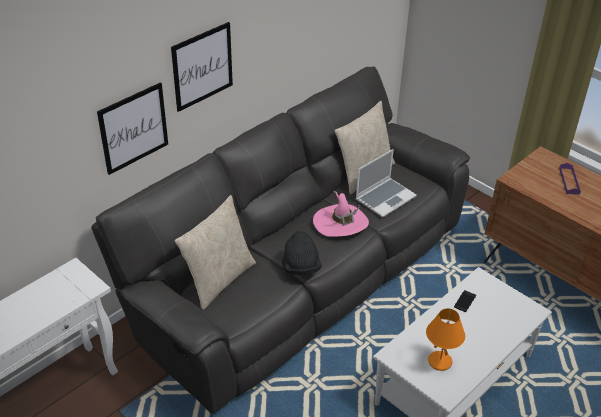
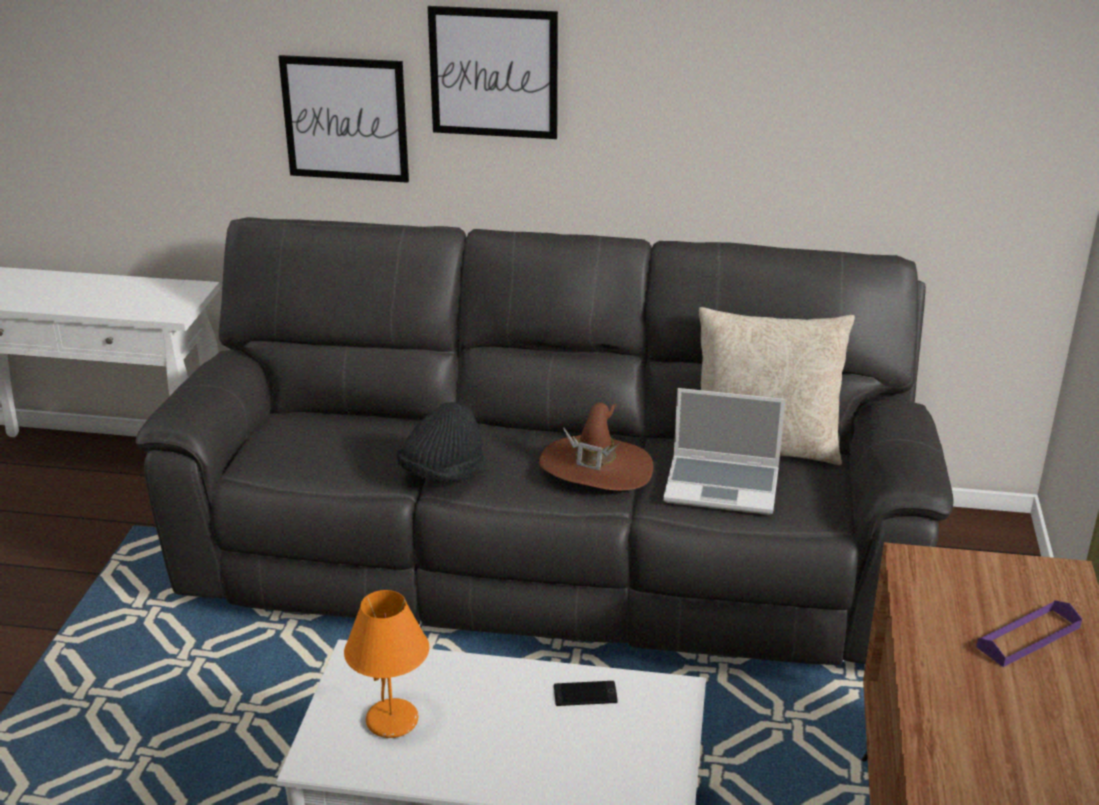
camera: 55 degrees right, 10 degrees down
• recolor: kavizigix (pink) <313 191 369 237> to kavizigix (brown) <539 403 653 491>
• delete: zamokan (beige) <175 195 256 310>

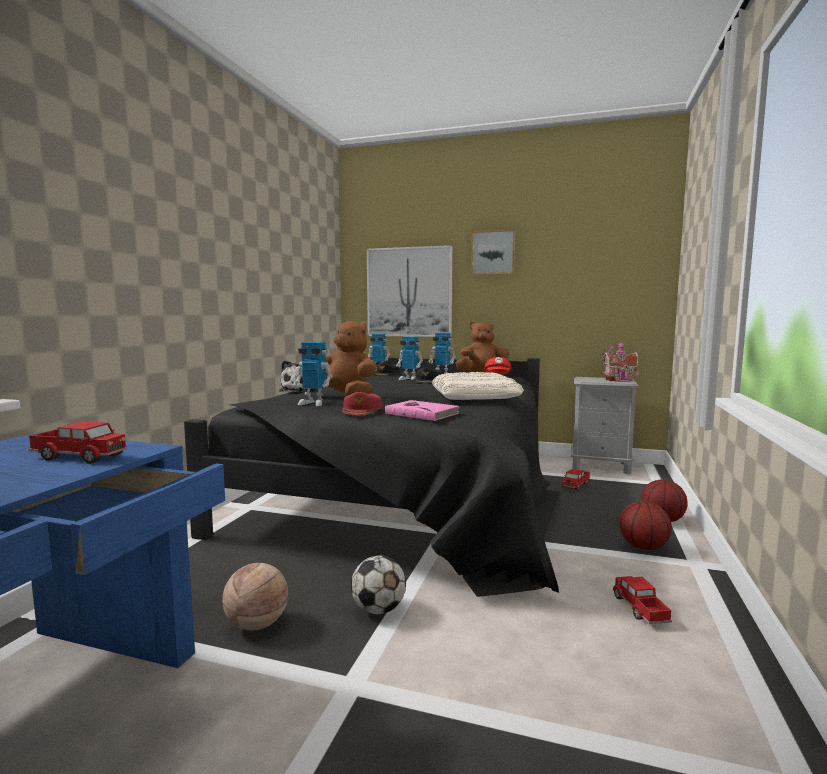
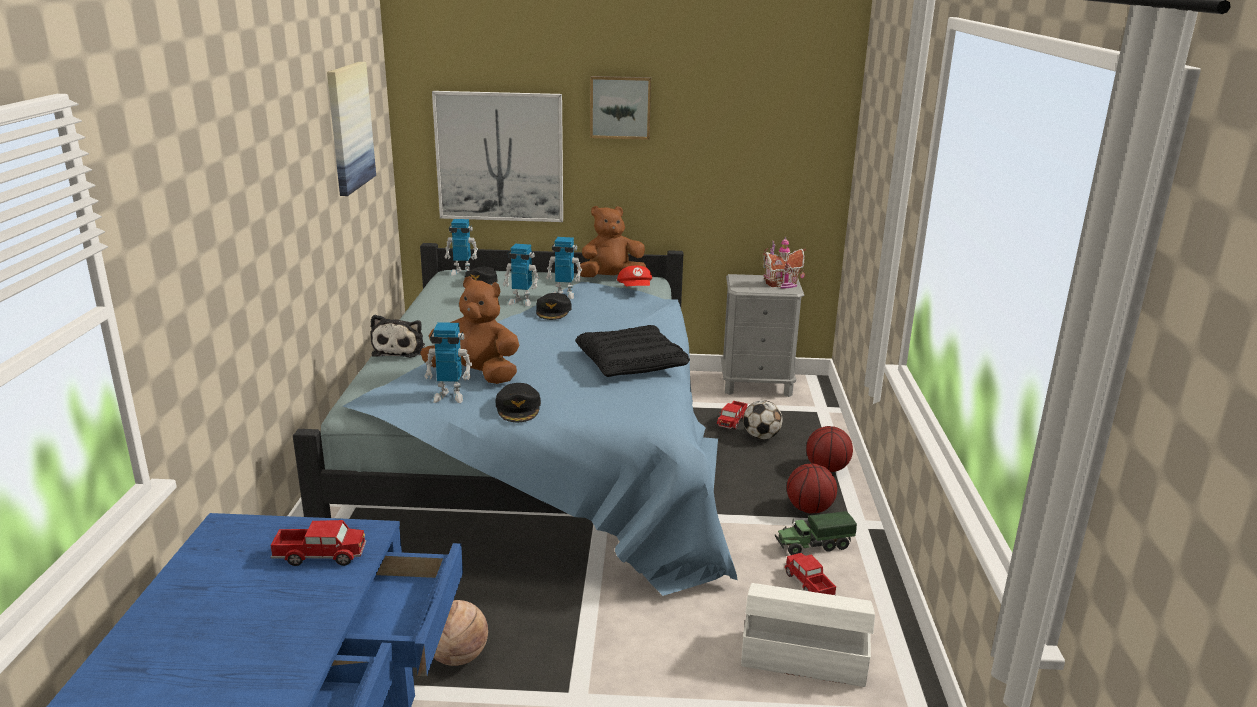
camera: 15 degrees left, 15 degrees up
• recolor: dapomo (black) <184 354 560 597> to dapomo (blue) <293 243 737 596>
• recolor: zamokan (beige) <431 372 524 400> to zamokan (black) <575 325 690 377>
• recolor: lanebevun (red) <342 392 383 415> to lanebevun (black) <496 383 541 422>
• delete: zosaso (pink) <385 400 460 421>
• move: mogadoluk <351 556 406 614> to <743 400 783 440>
• insert: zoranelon <327 62 376 196>
• insert: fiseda <775 511 857 555>
• insert: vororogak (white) <741 583 875 687>

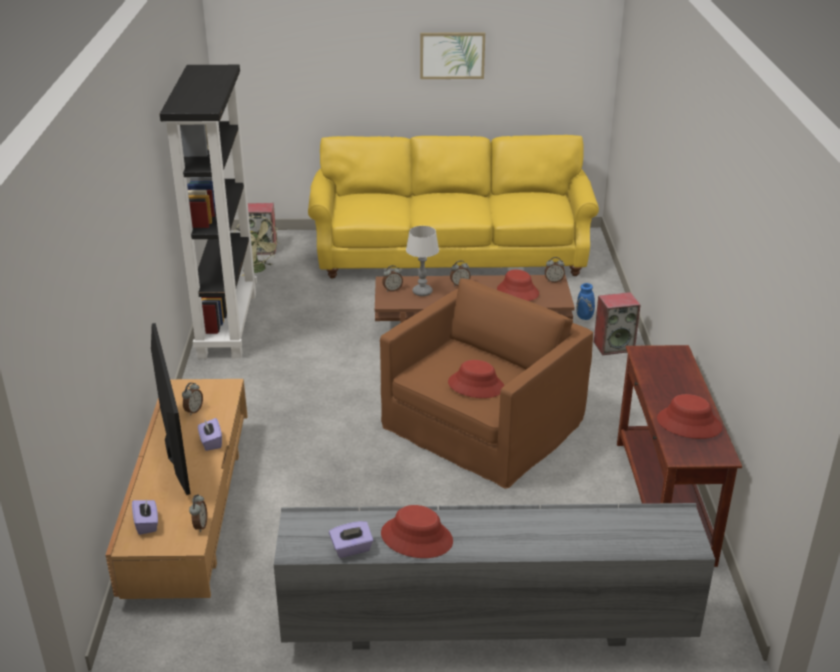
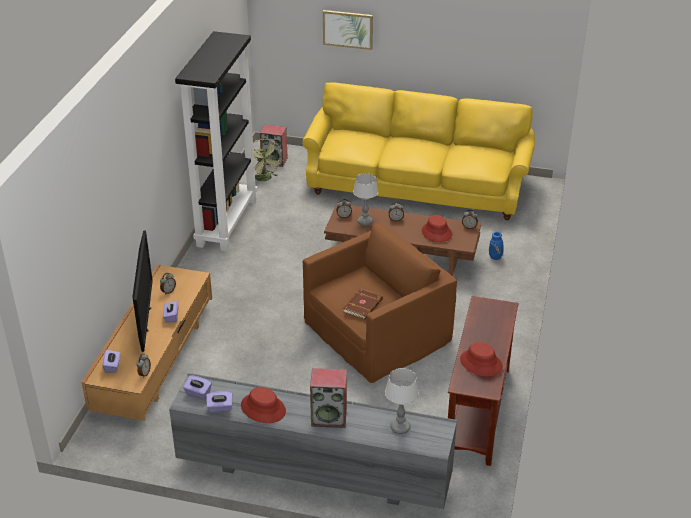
camera: 15 degrees right, 5 degrees up
• move: zoranelon <420 32 485 79> to <323 10 373 50>
• move: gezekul <594 292 641 355> to <310 368 347 428>
• replace: kavizigix (red) <448 360 504 398> to zosaso (brown) <343 288 383 320>
• insert: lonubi <385 368 419 434>
• insert: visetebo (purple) <183 376 212 399>

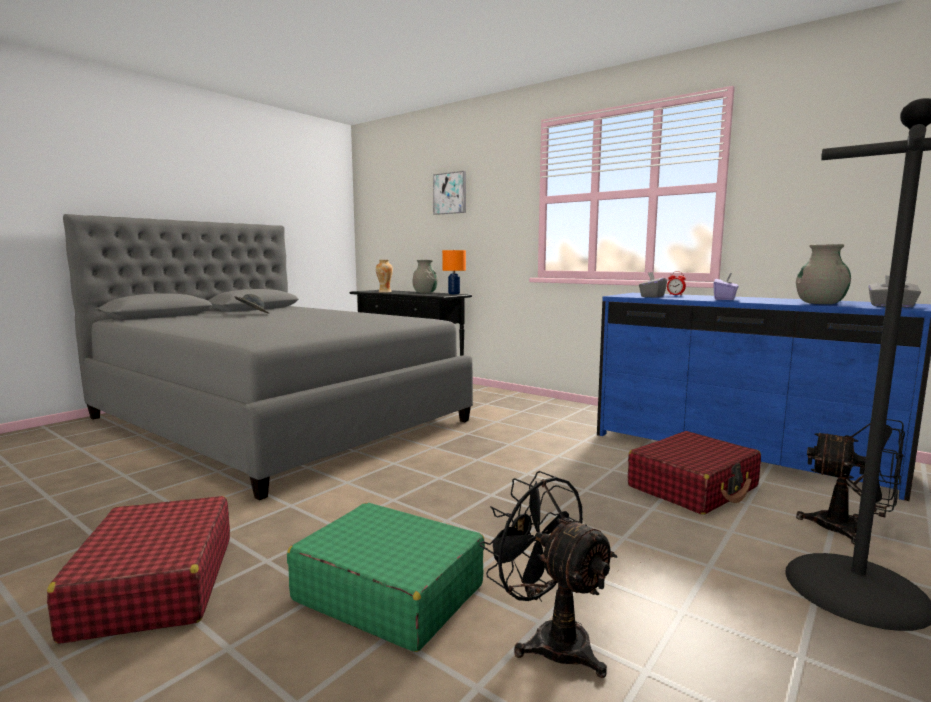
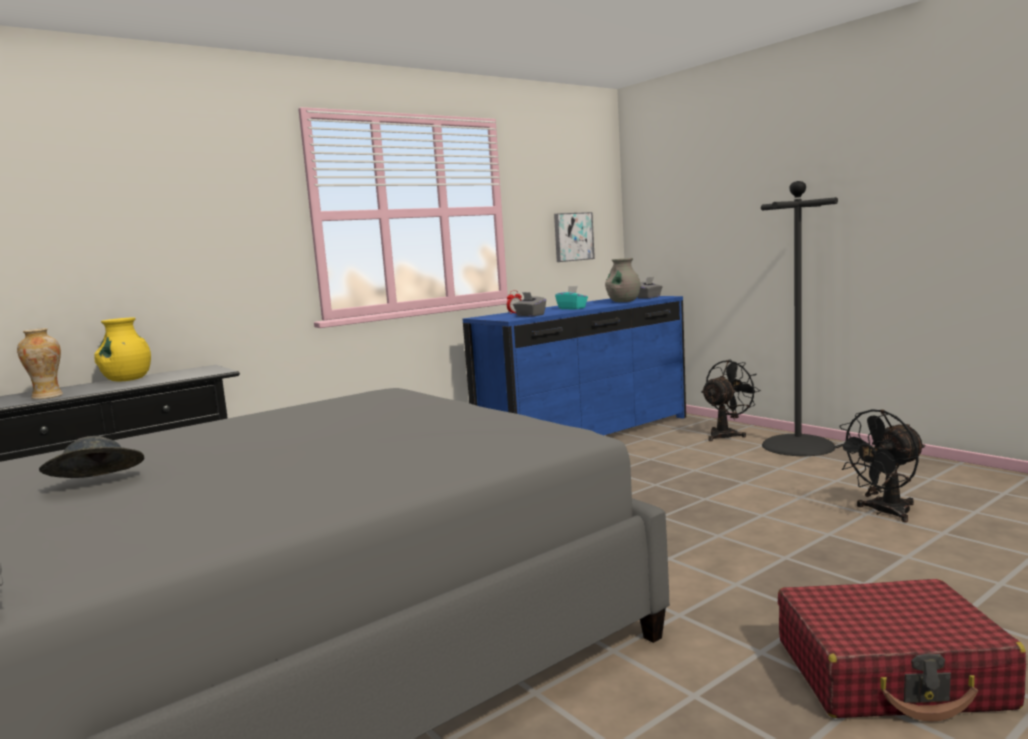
camera: 75 degrees left, 0 degrees up
• move: zoranelon <433 171 466 215> to <554 212 595 262>
• delete: lonubi (orange) <442 250 466 294>
• recolor: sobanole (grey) <412 260 438 293> to sobanole (yellow) <94 317 151 382>
• recolor: visetebo (purple) <714 273 739 300> to visetebo (turquoise) <555 286 588 310>
• delete: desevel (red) <628 431 761 515>
• delete: desevel (green) <287 503 485 652>

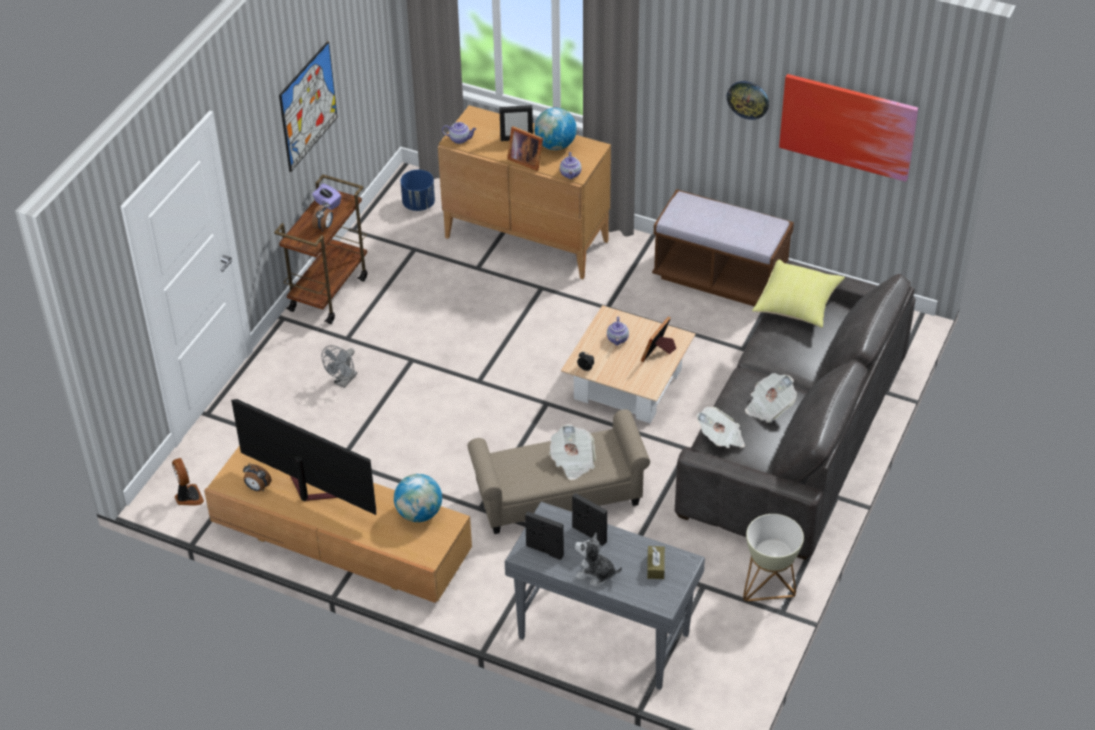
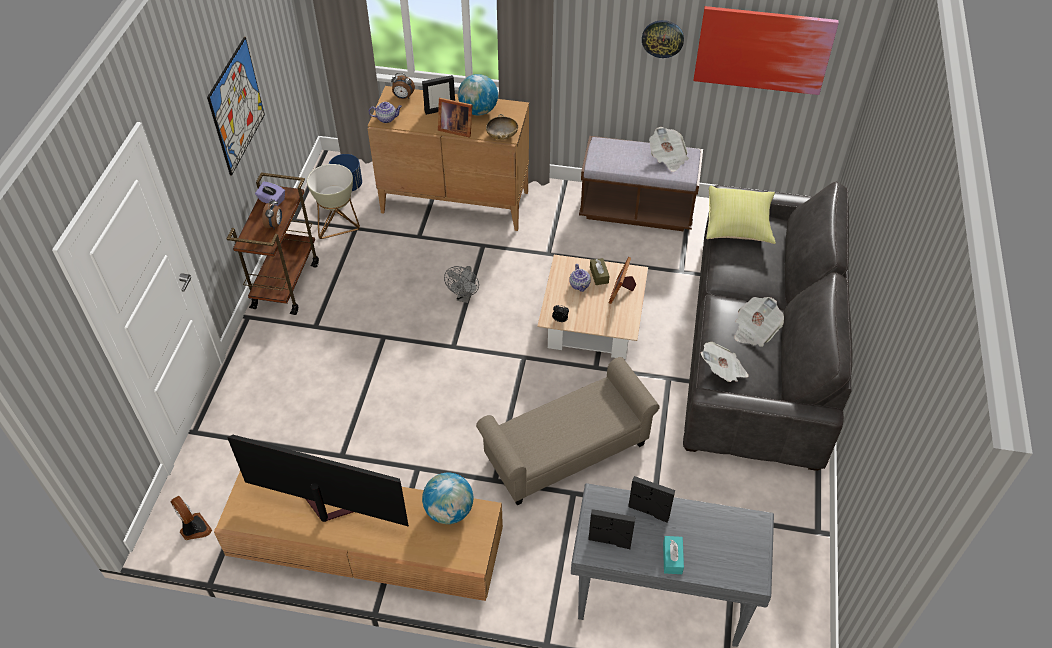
camera: 15 degrees left, 5 degrees up
• replace: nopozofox <560 152 582 179> to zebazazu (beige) <486 114 518 140>
• move: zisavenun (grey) <321 345 357 388> to <444 266 479 303>
• move: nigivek <549 424 596 480> to <649 127 689 172>
• move: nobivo <243 464 271 491> to <391 73 415 99>
• move: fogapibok <743 514 804 601> to <307 164 360 239>
• replace: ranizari <575 533 622 586> to visetebo (turquoise) <663 536 684 574>
• move: visetebo (brown) <647 546 665 579> to <590 258 609 285>

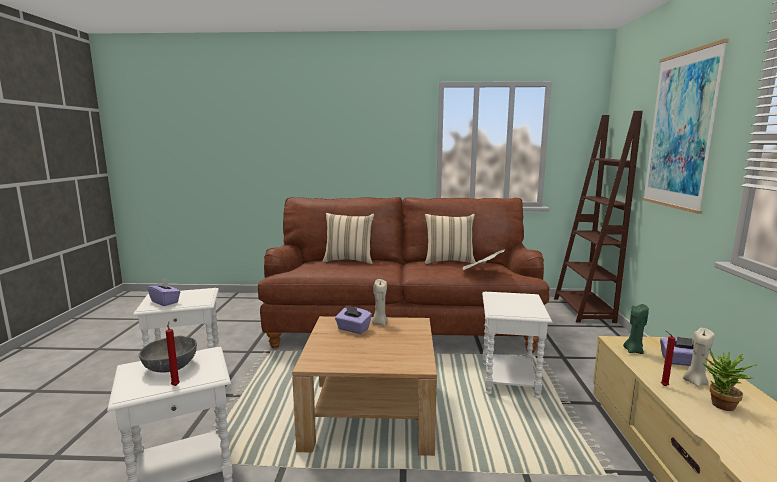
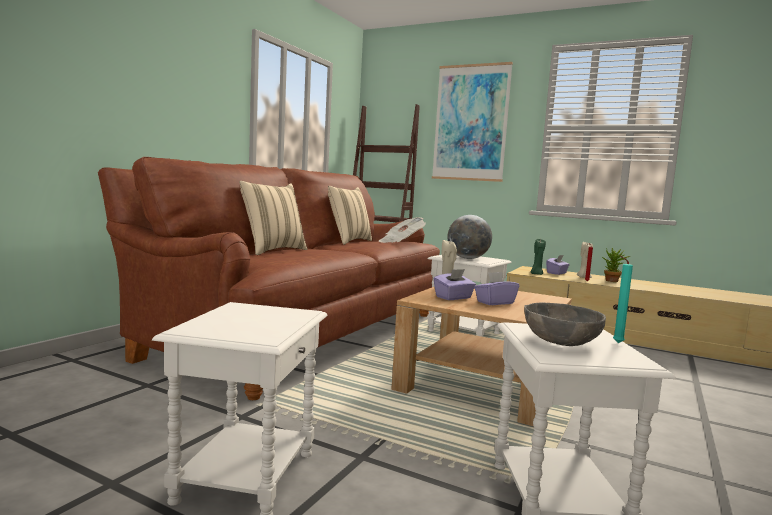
camera: 65 degrees left, 5 degrees down
• move: visetebo (purple) <147 278 180 306> to <474 272 519 305>
• recolor: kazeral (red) <166 322 180 386> to kazeral (turquoise) <613 255 633 343>
• insert: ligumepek <447 215 492 259>

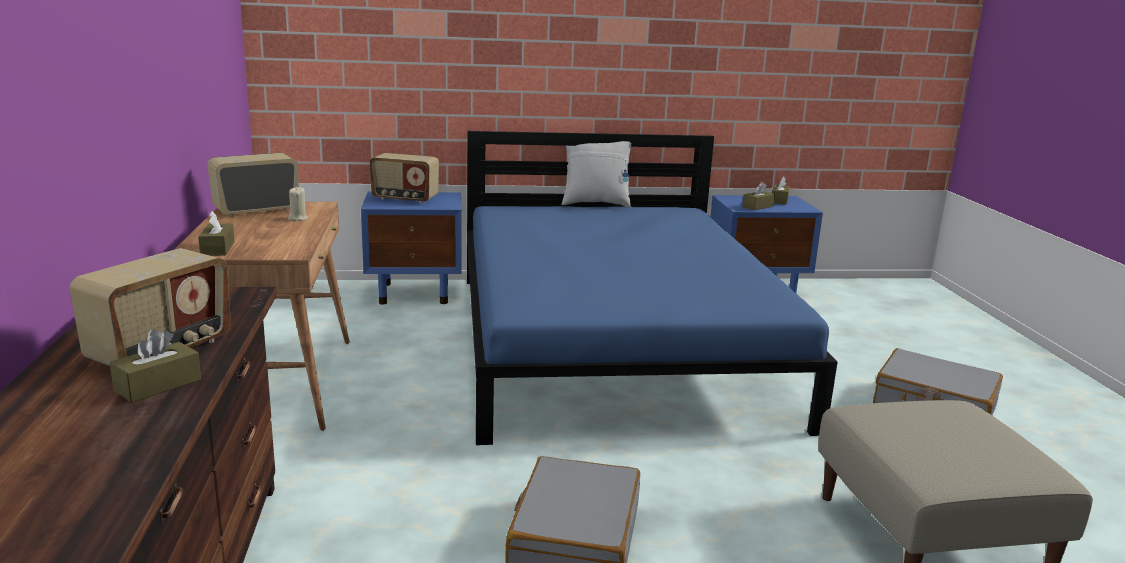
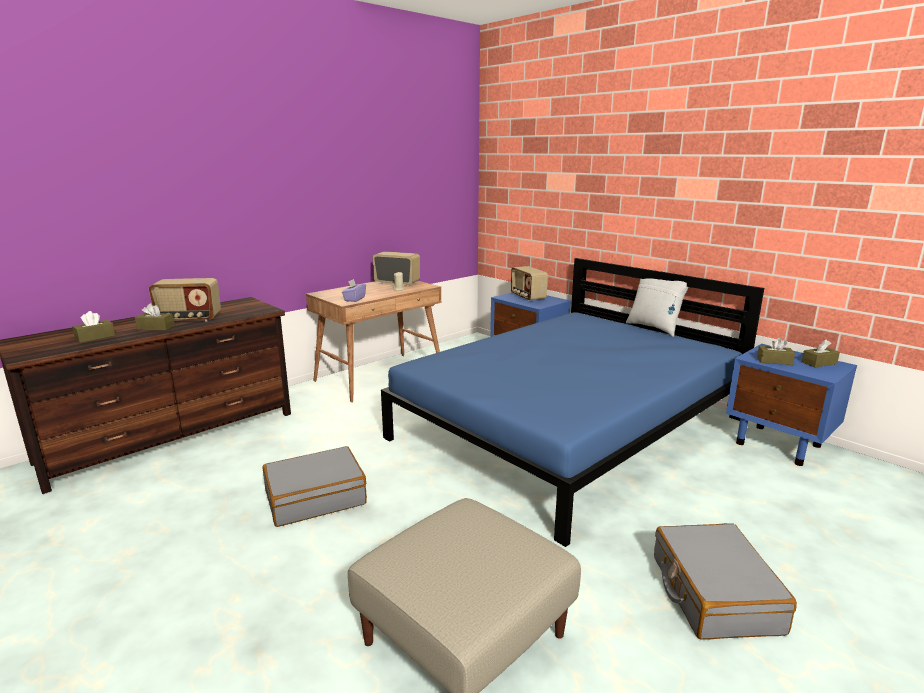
camera: 55 degrees right, 0 degrees up
• move: visetebo (brown) <198 211 235 256> to <72 311 115 343>
• insert: visetebo (purple) <342 279 366 302>

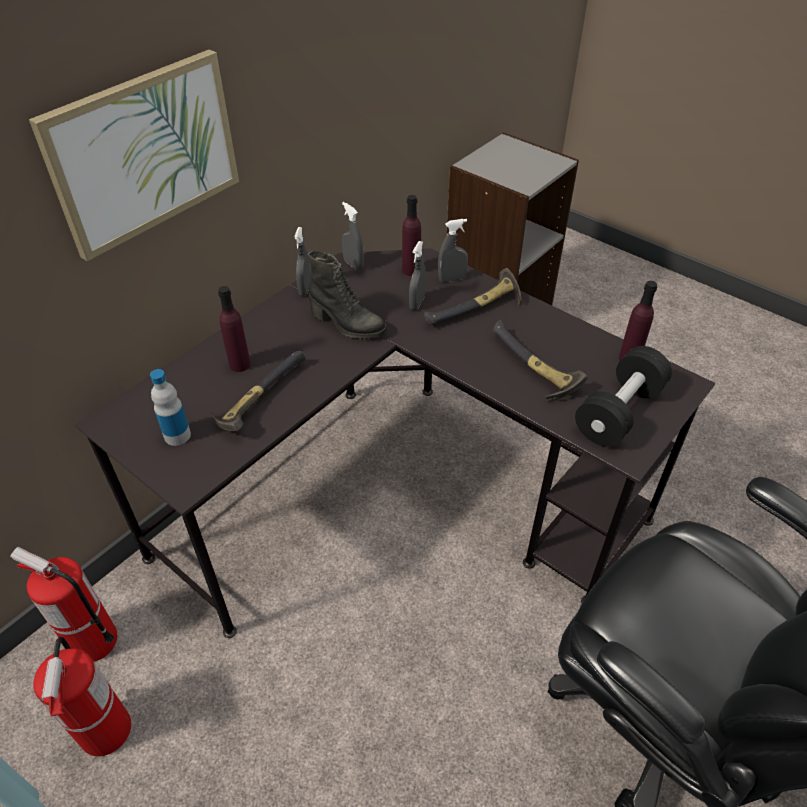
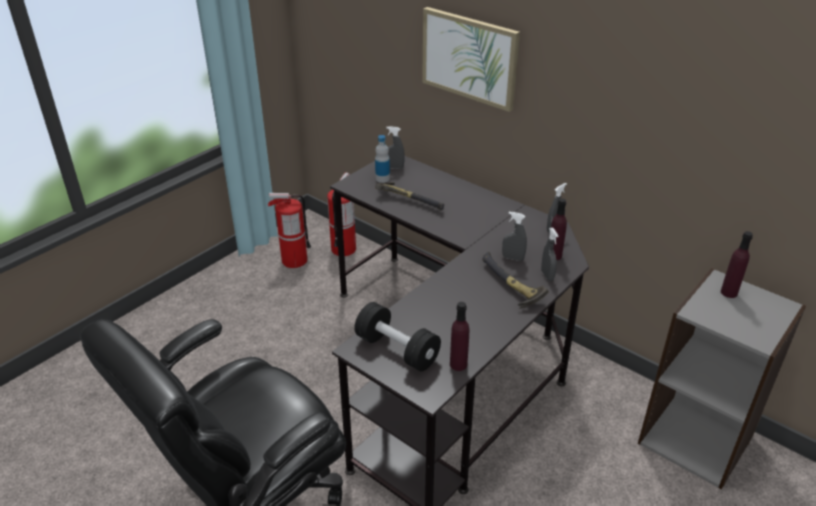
camera: 90 degrees right, 10 degrees down
• move: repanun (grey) <294 227 311 296> to <386 126 405 169>
• delete: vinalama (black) <308 251 387 339>
• move: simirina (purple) <218 286 251 372> to <721 231 753 298>
• delete: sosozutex <493 320 588 402>

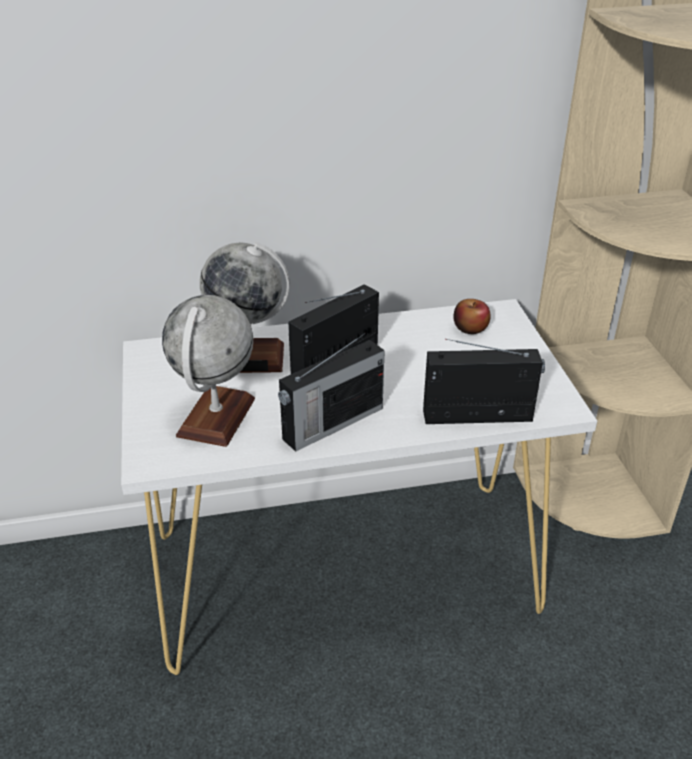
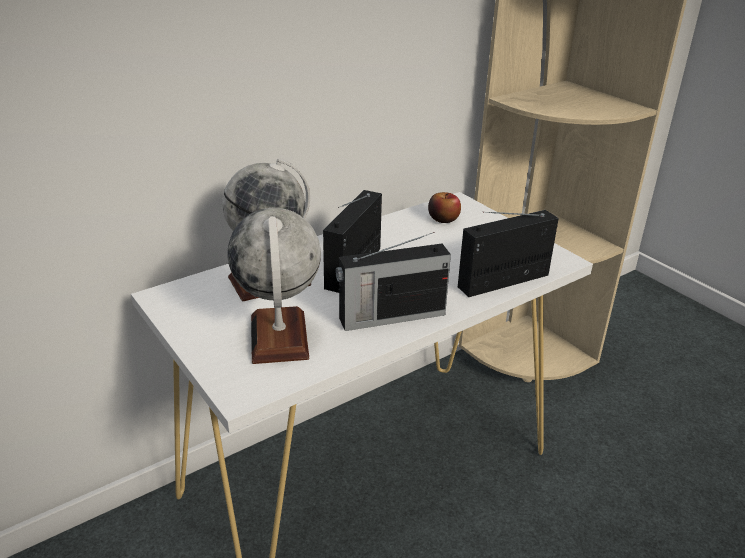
camera: 25 degrees left, 5 degrees down
• rotate: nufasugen <278 333 385 452> = <335 232 451 331> 45 degrees clockwise

